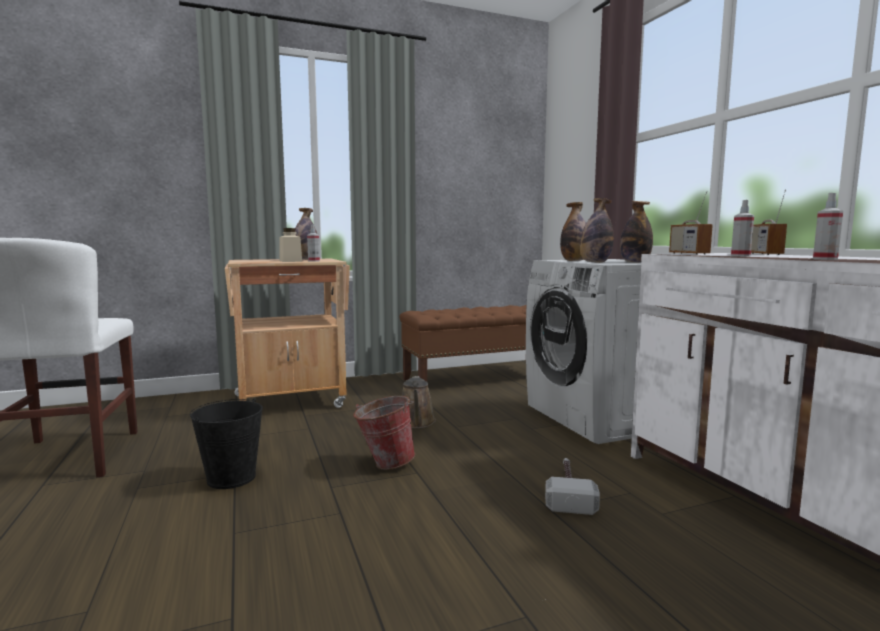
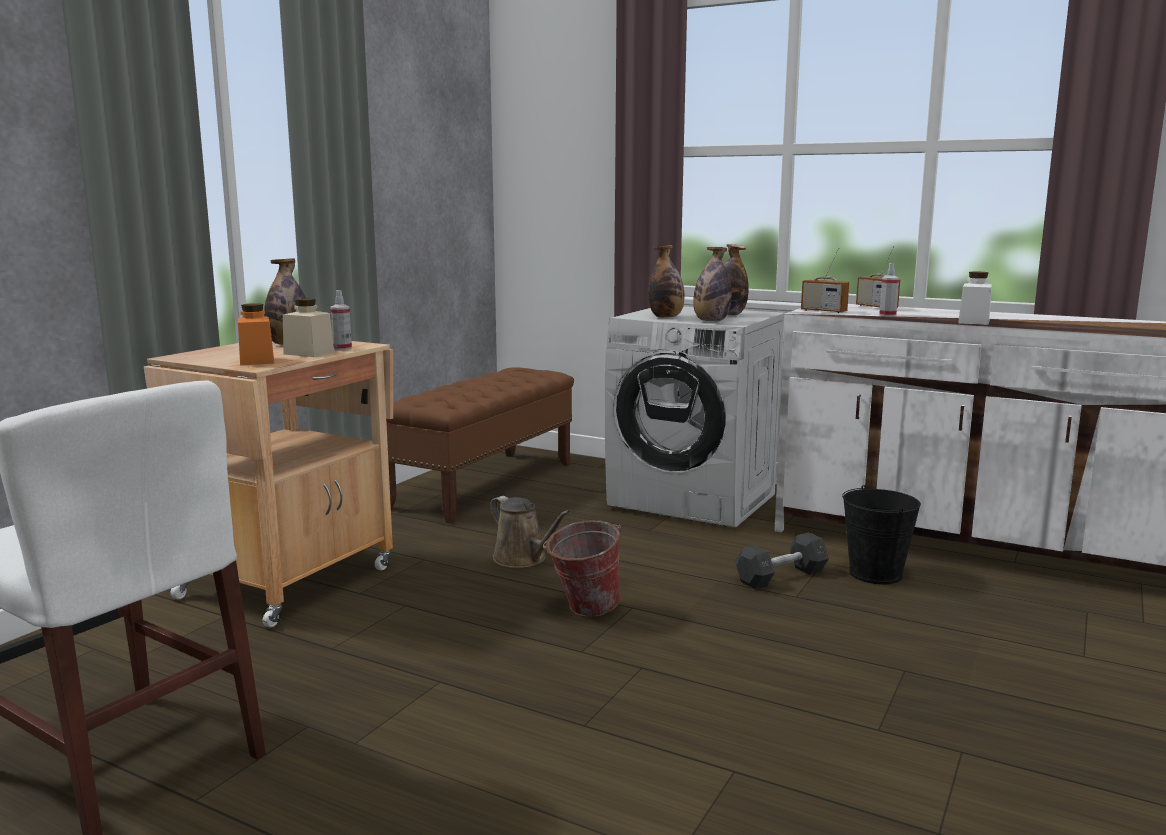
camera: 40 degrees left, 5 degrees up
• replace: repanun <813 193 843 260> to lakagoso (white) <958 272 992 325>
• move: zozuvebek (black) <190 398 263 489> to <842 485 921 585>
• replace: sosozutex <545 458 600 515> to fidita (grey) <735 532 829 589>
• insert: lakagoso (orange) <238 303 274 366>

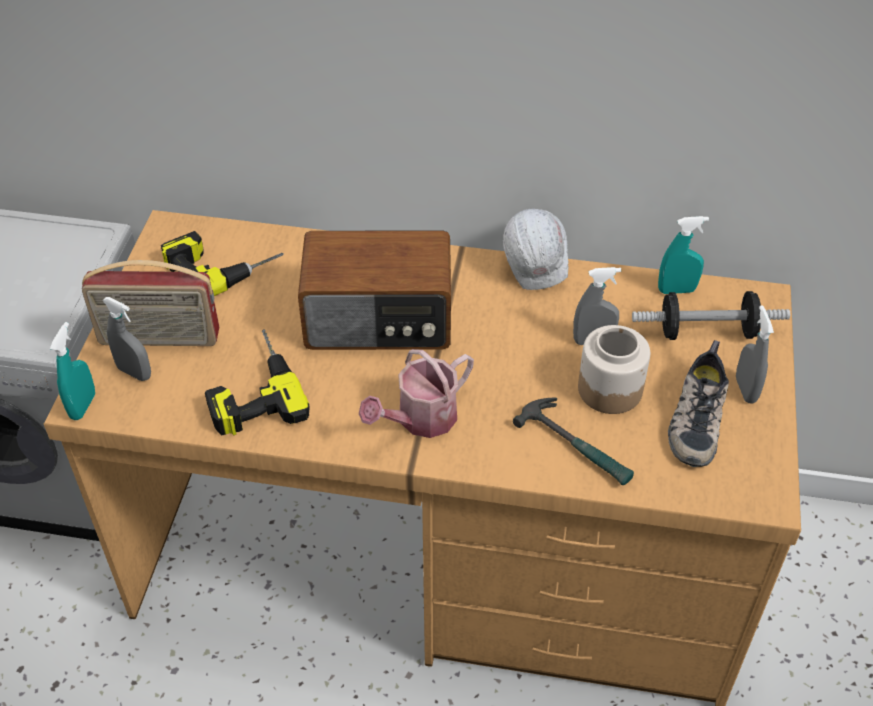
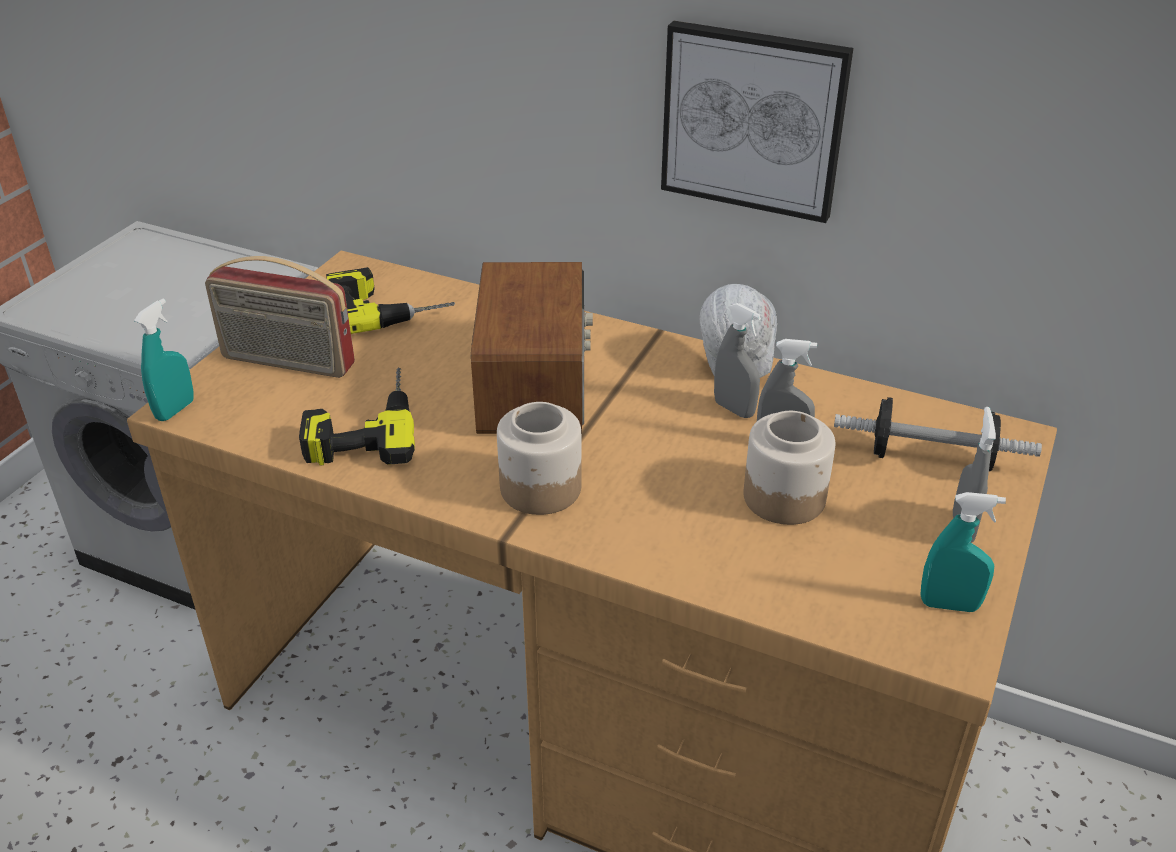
camera: 15 degrees right, 10 degrees down
• move: repanun (turquoise) <658 216 709 294> to <920 492 1006 612>
• rotate: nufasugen <298 230 451 350> = <471 262 593 434> 105 degrees counterclockwise
• move: repanun (grey) <102 297 151 381> to <714 303 761 418>
• delete: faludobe <668 340 729 467>
• replace: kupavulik <359 349 474 438> to lakagoso <497 402 582 515>
• delete: sosozutex <513 398 634 485>
• insert: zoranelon <661 21 853 223>

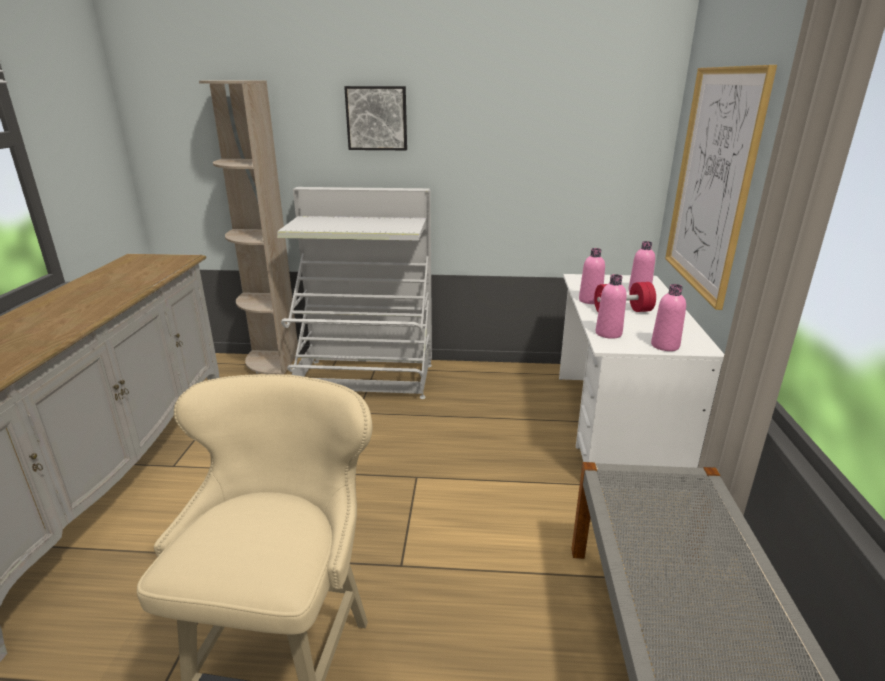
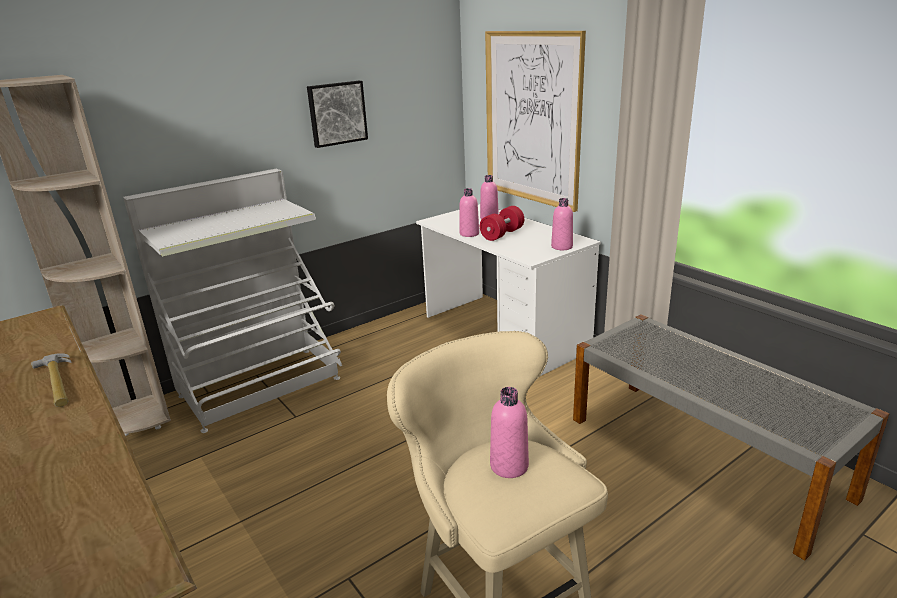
camera: 40 degrees left, 0 degrees up
• move: zoranelon <344 86 407 150> to <307 81 368 148>
• move: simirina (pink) <596 274 627 339> to <490 387 529 478>
• insert: sosozutex <31 353 72 407>

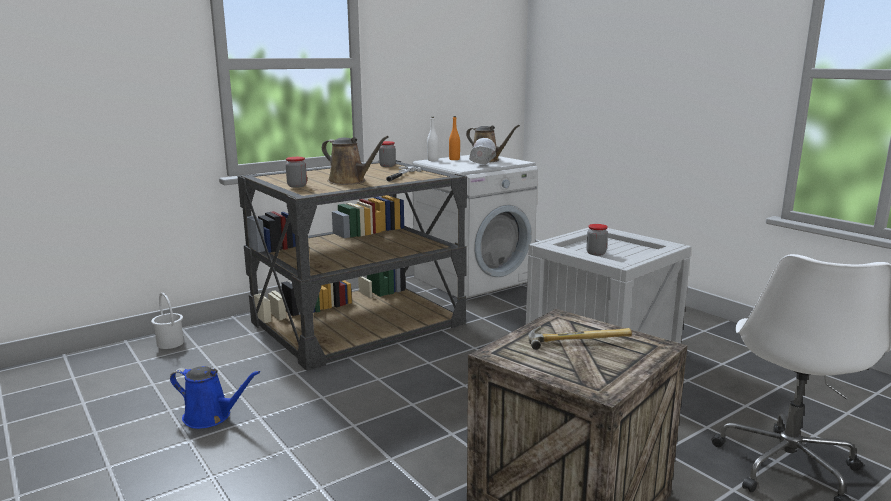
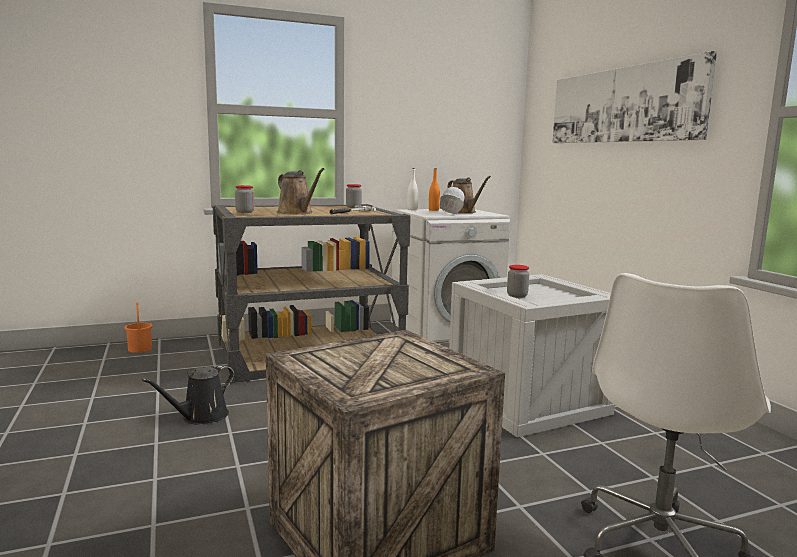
camera: 15 degrees right, 5 degrees down
• recolor: zozuvebek (white) <151 293 184 349> to zozuvebek (orange) <124 303 153 353>
• delete: sosozutex <528 326 632 350>
• delete: kupavulik (blue) <170 366 260 429>
• insert: zoranelon <553 51 717 143>
• insert: kupavulik (black) <142 365 234 425>

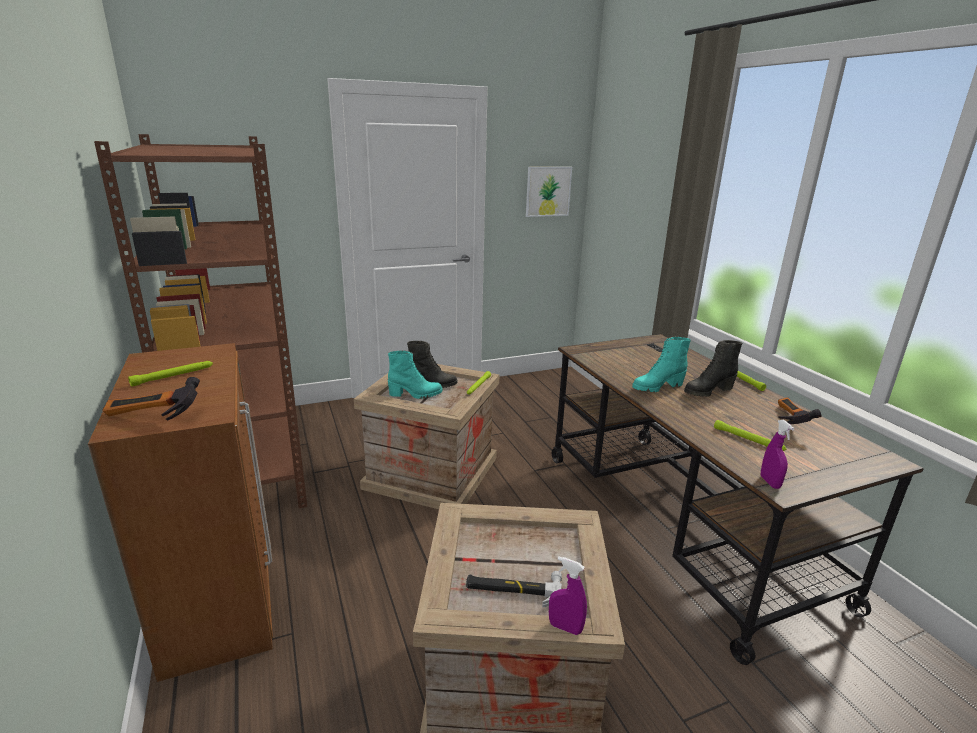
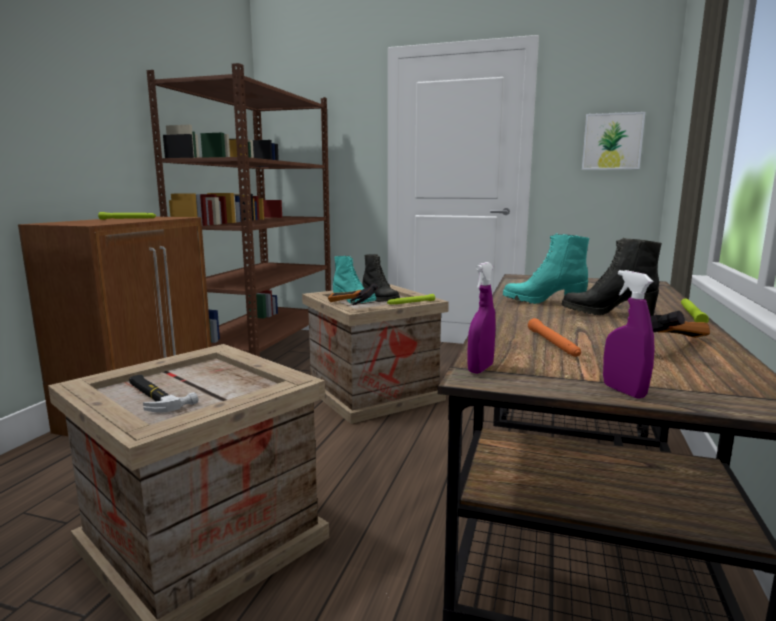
camera: 40 degrees right, 10 degrees down
• move: sosozutex <103 377 200 420> to <328 283 378 305>
• recolor: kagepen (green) <714 420 787 451> to kagepen (orange) <528 318 581 357>
• move: repanun (purple) <549 557 587 635> to <603 270 655 399>

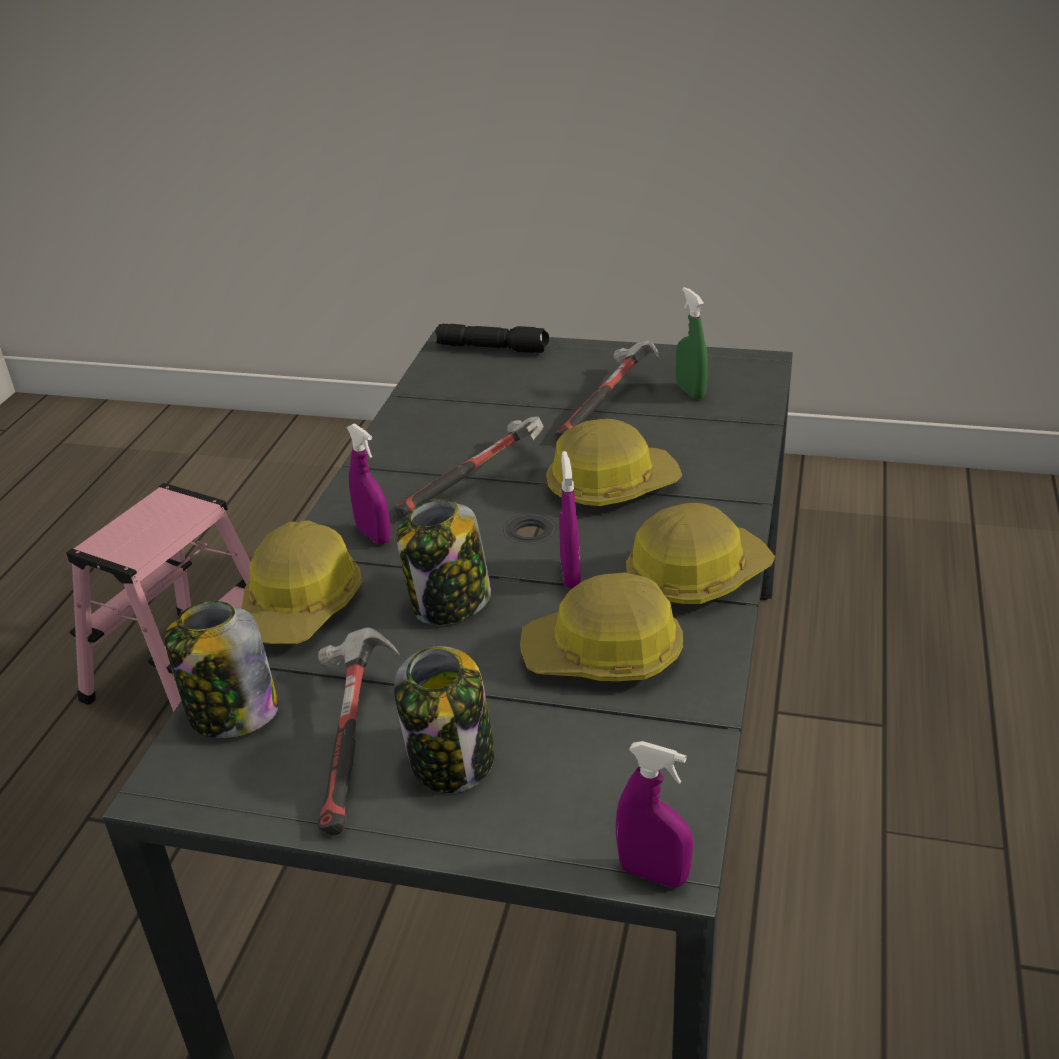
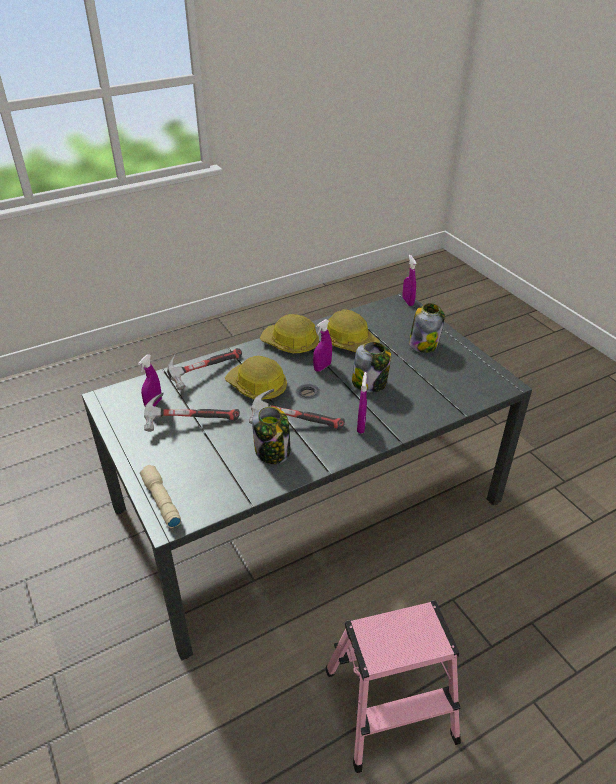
camera: 135 degrees left, 5 degrees up
• recolor: repanun (green) <676 287 708 400> to repanun (purple) <138 354 162 406>
• recolor: kagepen (black) <435 324 549 353> to kagepen (beige) <140 465 181 528>
• delete: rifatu <241 520 362 644>
• move: lakagoso <165 601 278 738> to <252 407 291 464>
• move: sosozutex <317 627 400 835> to <167 348 242 390>

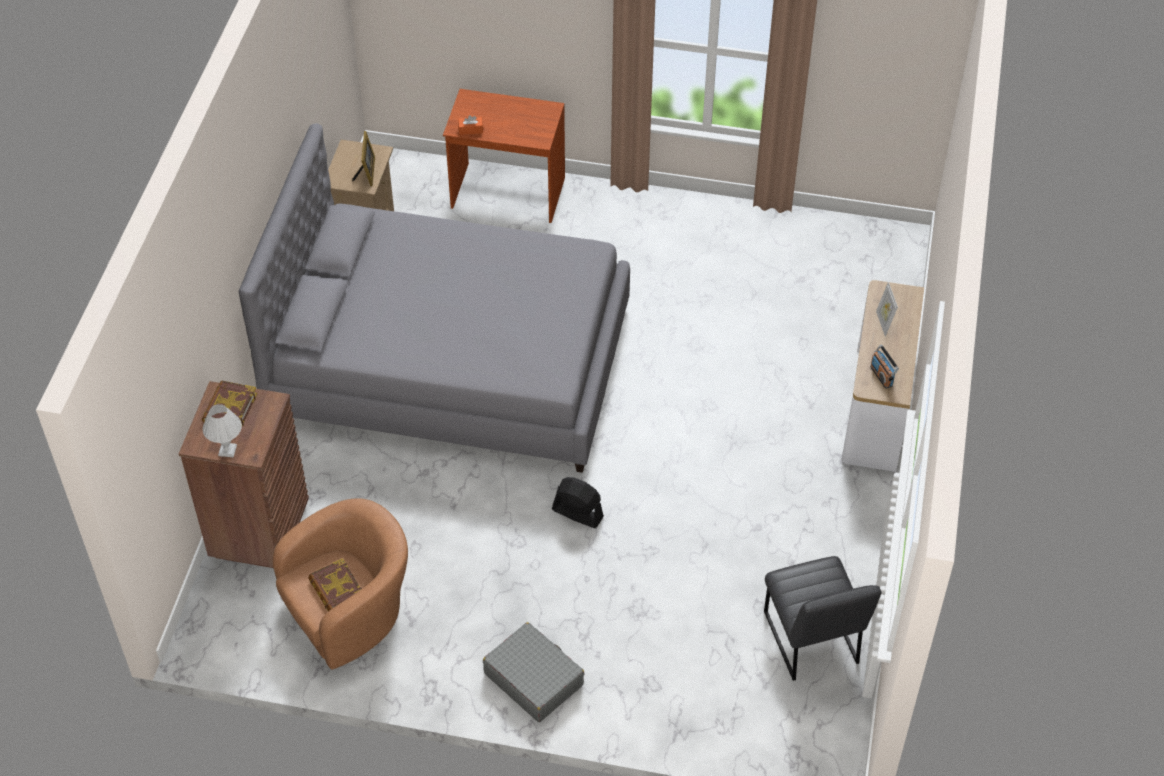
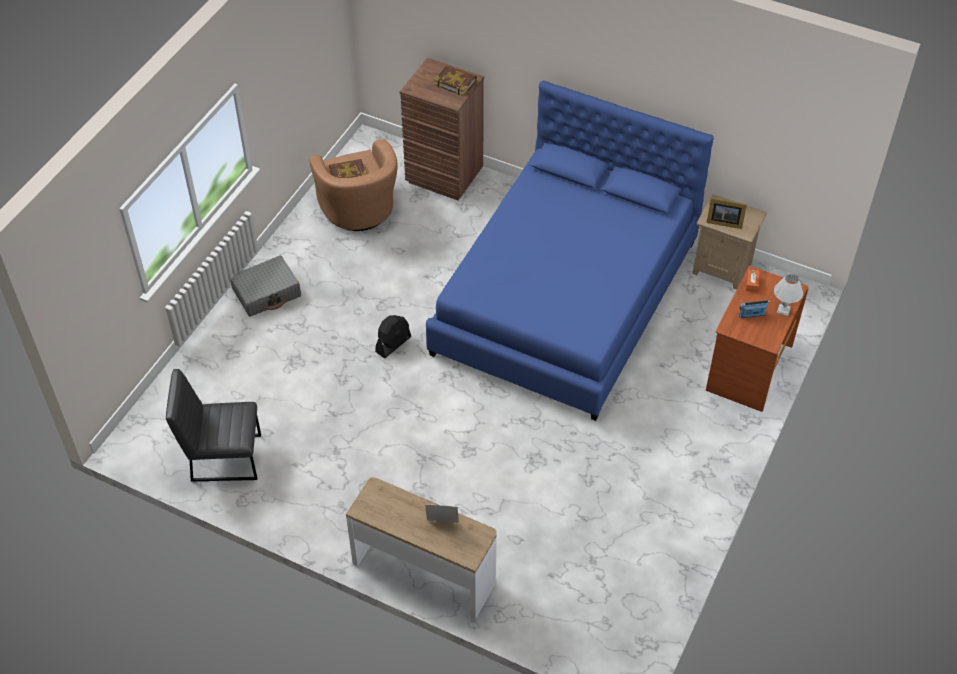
camera: 105 degrees right, 0 degrees up
• recolor: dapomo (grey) <238 123 630 473> to dapomo (blue) <426 80 714 421>
• move: nufasugen <870 345 899 389> to <739 300 770 318>
• move: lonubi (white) <203 404 242 457> to <774 274 803 316>

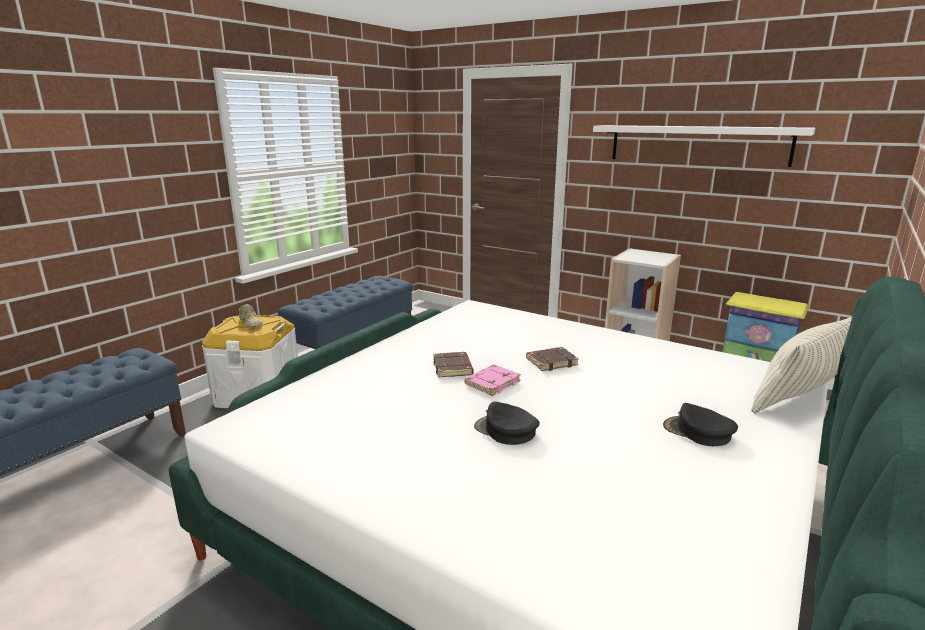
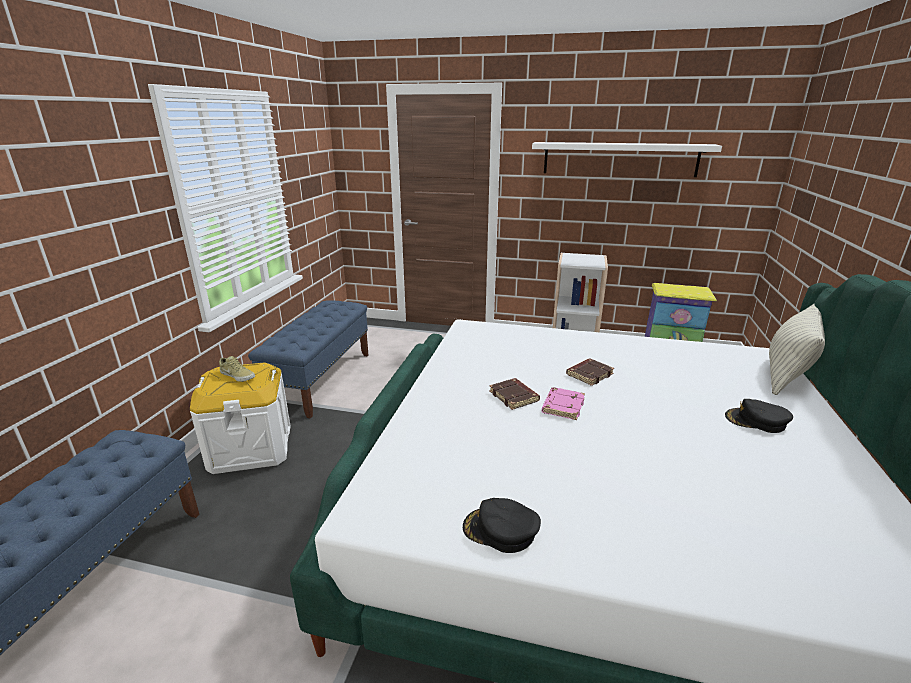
camera: 20 degrees left, 5 degrees up
• move: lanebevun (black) <474 401 540 445> to <463 498 541 553>

